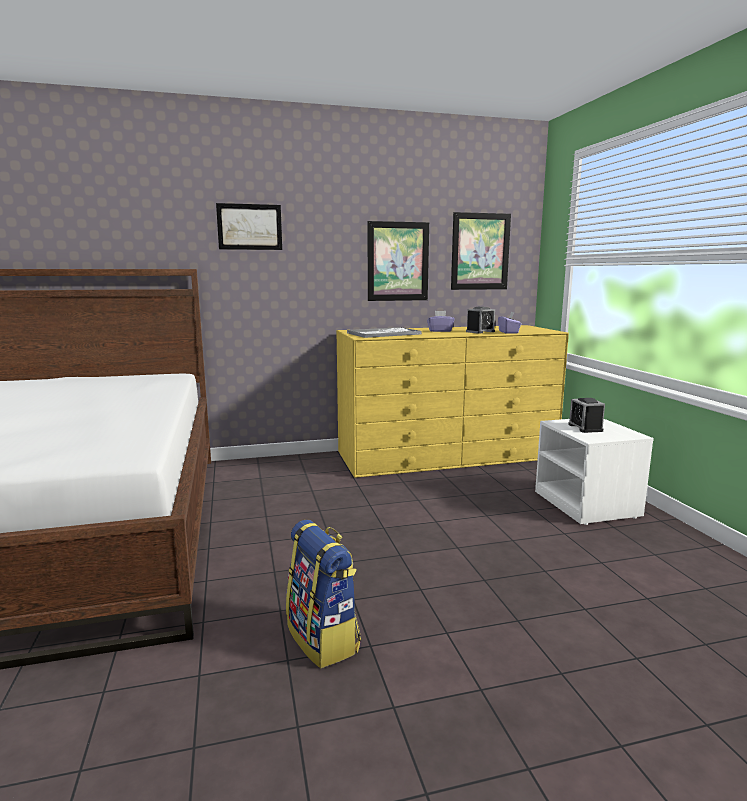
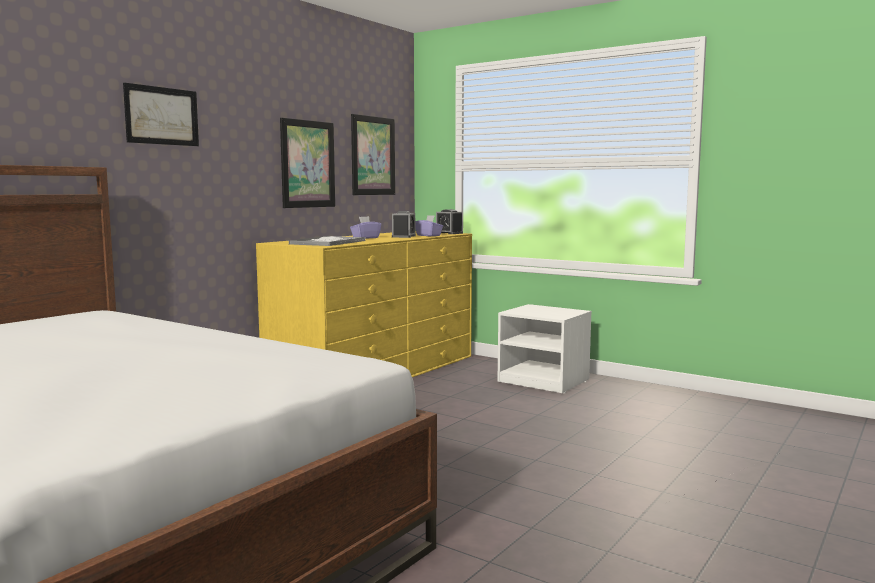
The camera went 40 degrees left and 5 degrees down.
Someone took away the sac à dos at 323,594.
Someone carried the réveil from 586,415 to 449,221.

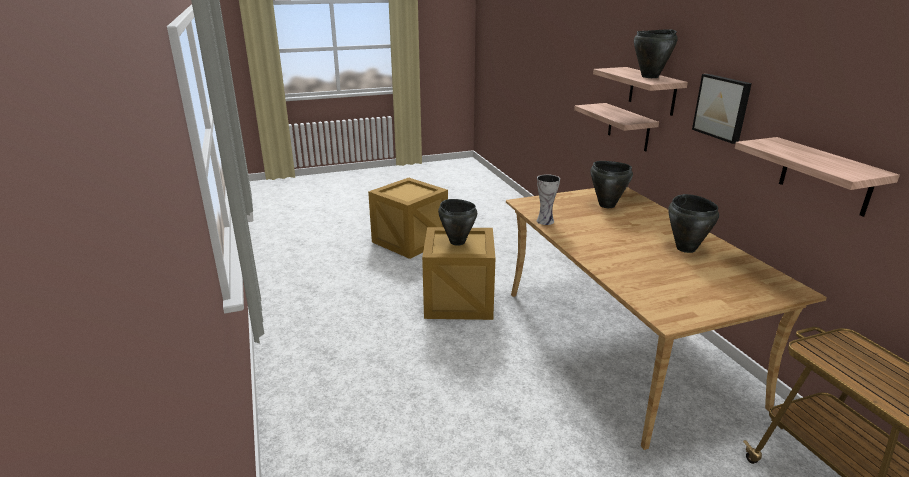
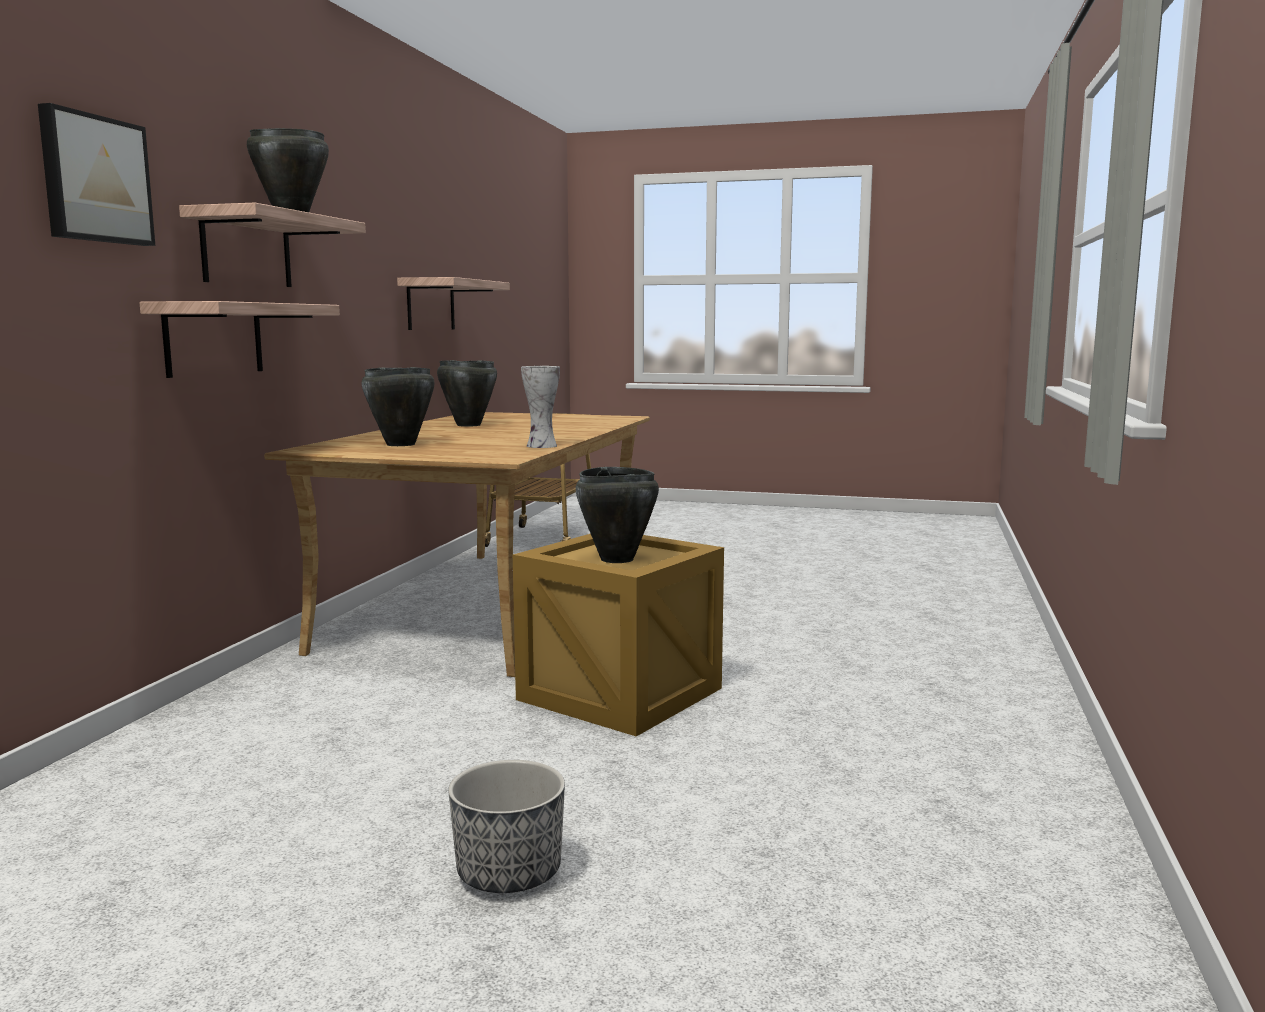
The camera went 145 degrees left and 15 degrees down.
Someone carried the tableau from 722,109 to 96,174.
Someone swapped the caisse at 408,218 for the cache-pot at 506,826.

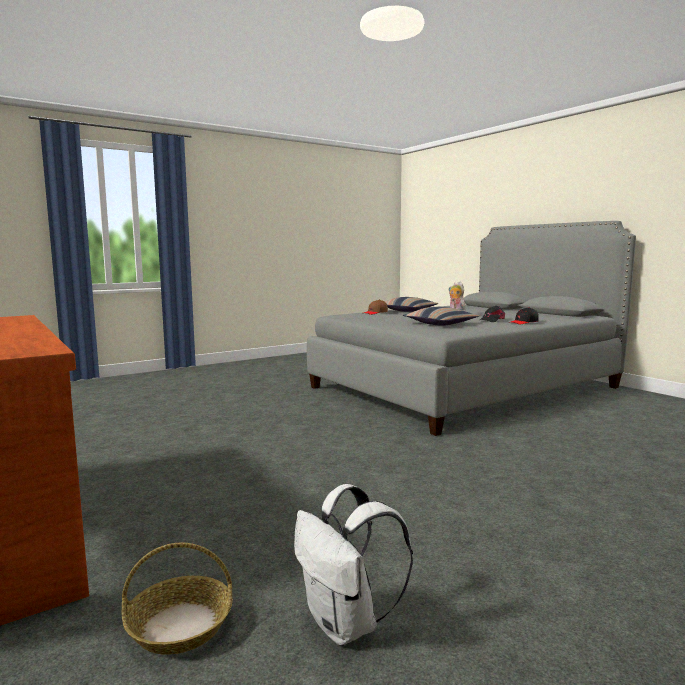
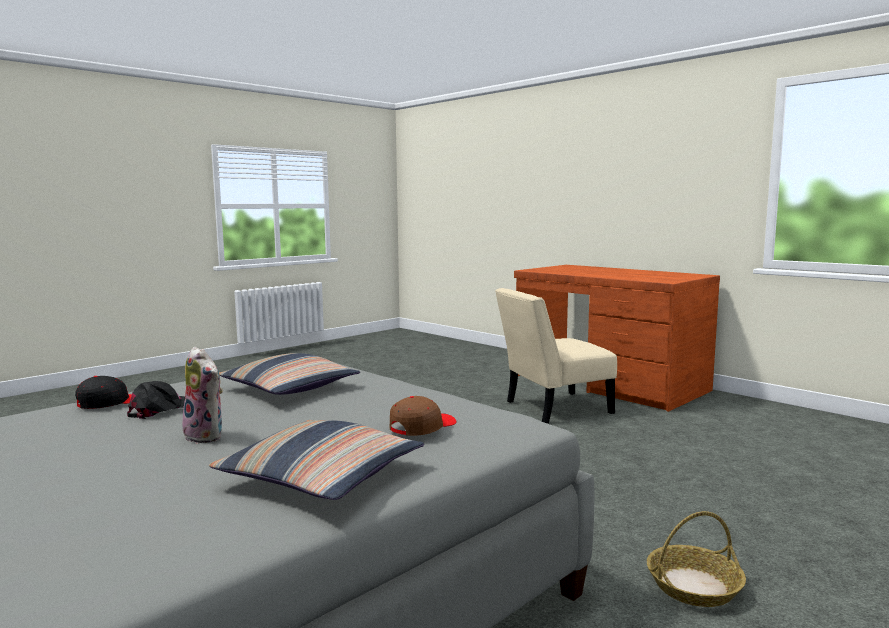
The camera went 170 degrees right and 0 degrees up.
Someone took away the sac à dos/blanc at 353,564.
Someone put down the chaise/beige at 556,355.
Someone carried the panier from 177,599 to 696,559.

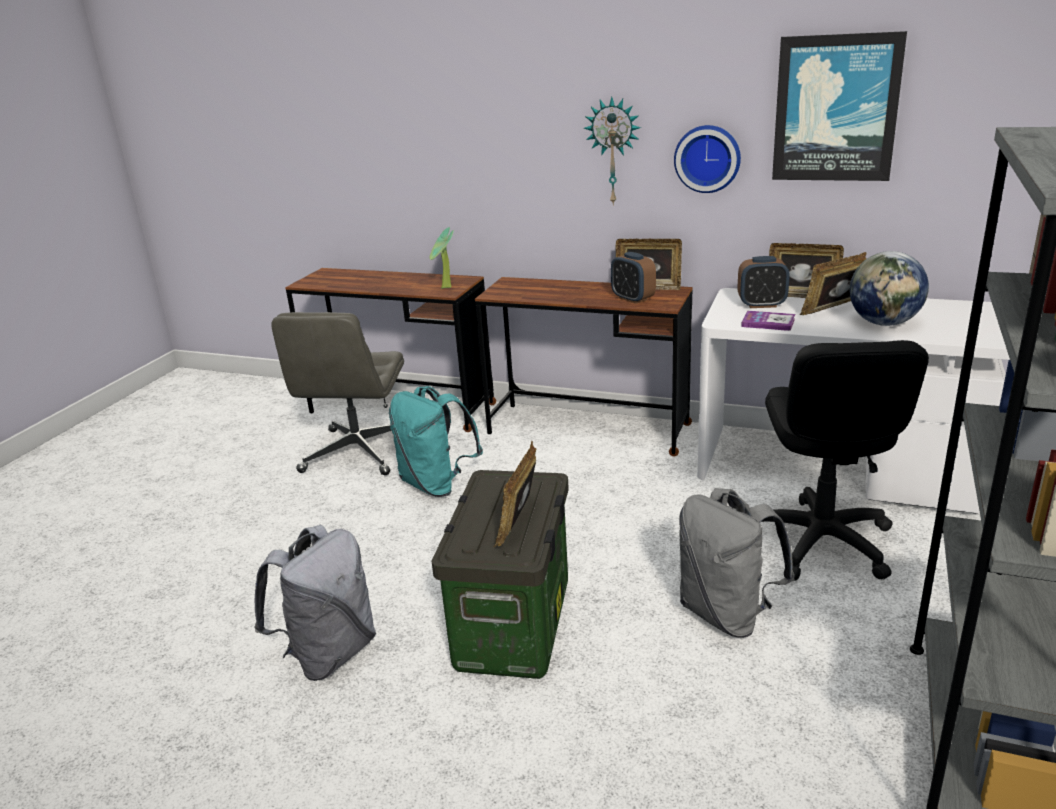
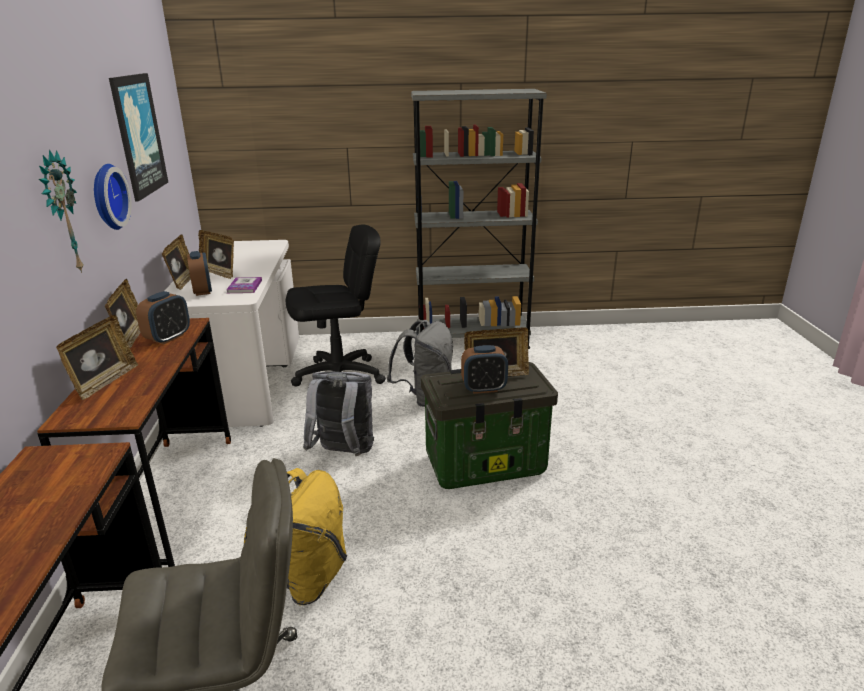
The camera went 115 degrees left and 0 degrees up.
Someone took away the plante en pot at 442,258.
Someone took away the globe at 889,288.
Someone put down the cadre photo at 97,357.
Someone put down the réveil at 484,369.
Someone carried the sac à dos/gris from 315,603 to 338,414.
Someone repainted the sac à dos/turquoise at 436,441, which became the sac à dos/jaune at 295,536.

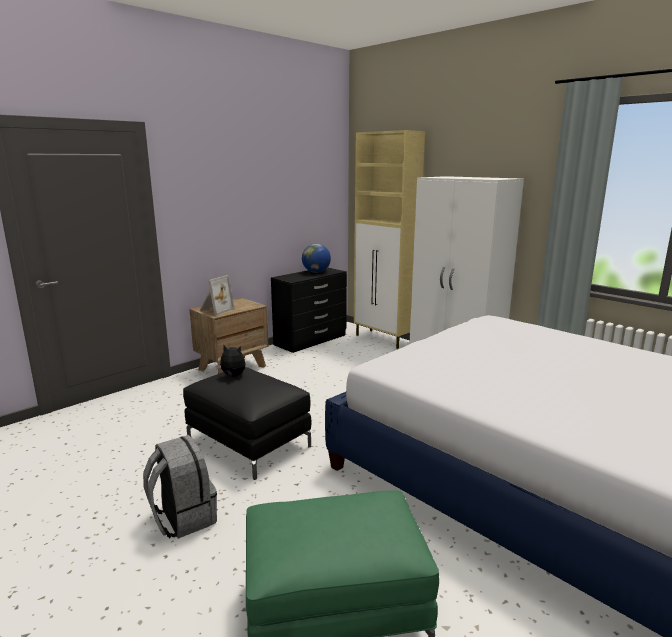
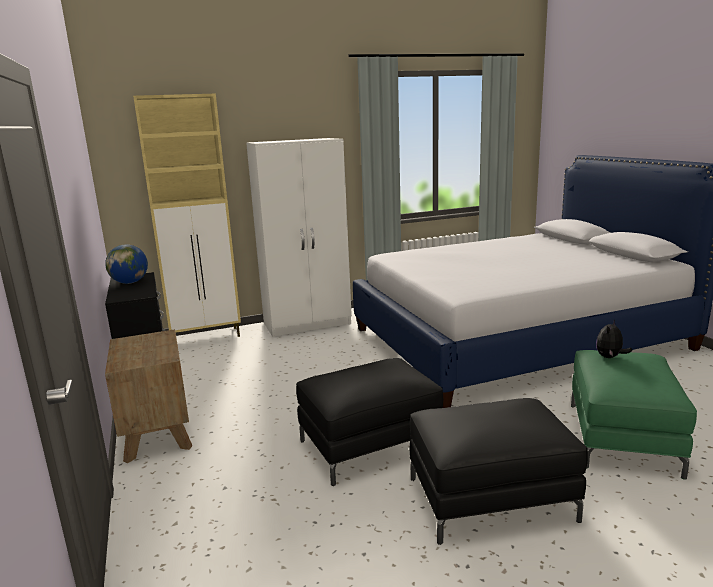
The camera went 65 degrees left and 0 degrees up.
Someone took away the cadre photo at 217,295.
Someone carried the peluche from 231,361 to 614,339.
Someone swapped the sac à dos/gris at 180,487 for the pouf/noir at 499,471.

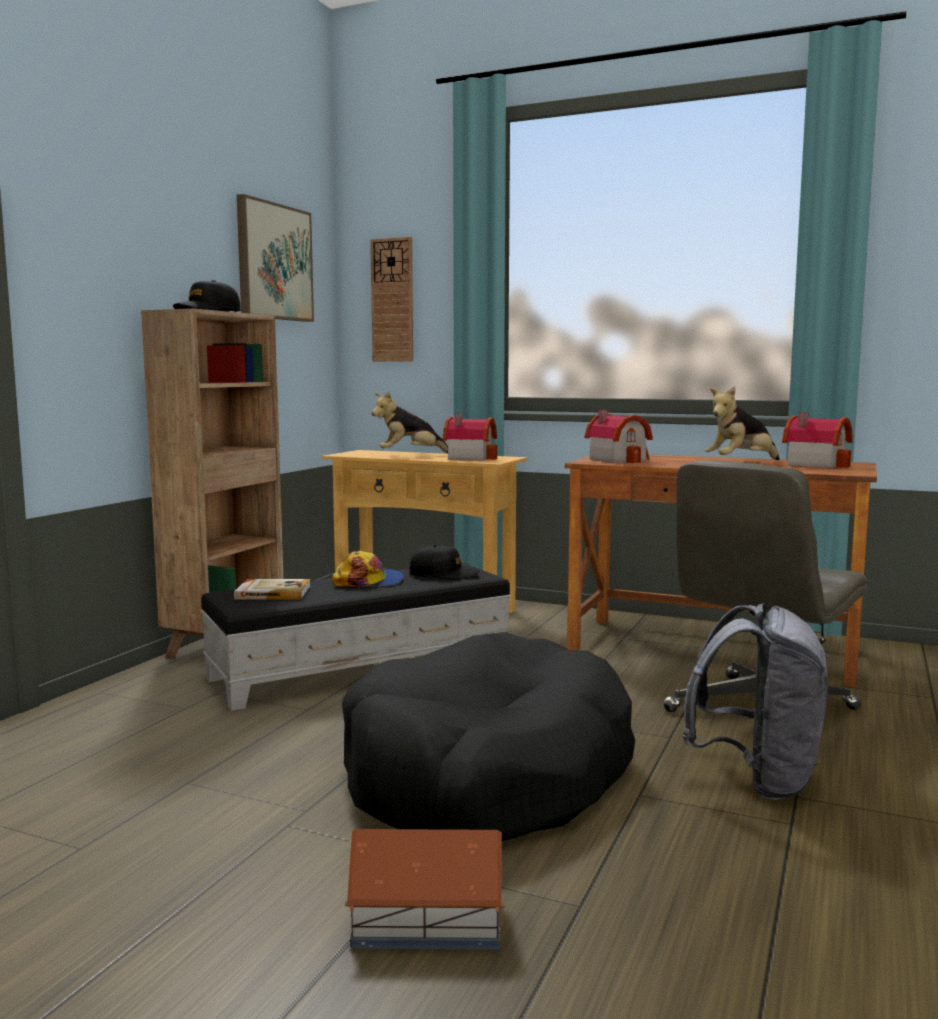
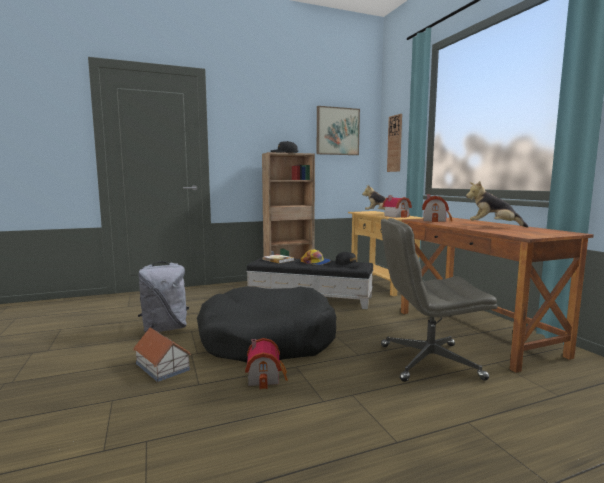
The camera went 45 degrees right and 0 degrees up.
Someone carried the sac à dos/gris from 755,701 to 163,297.
Someone carried the maison miniature from 817,440 to 266,363.

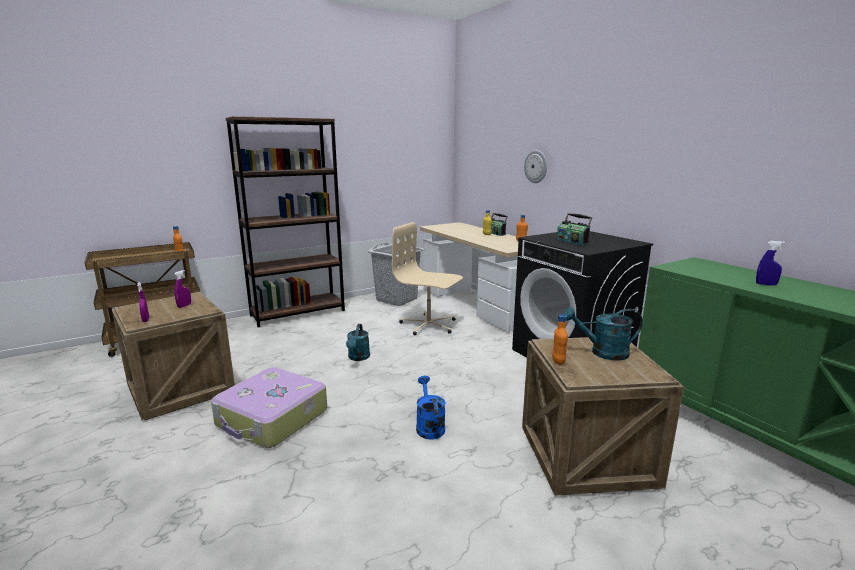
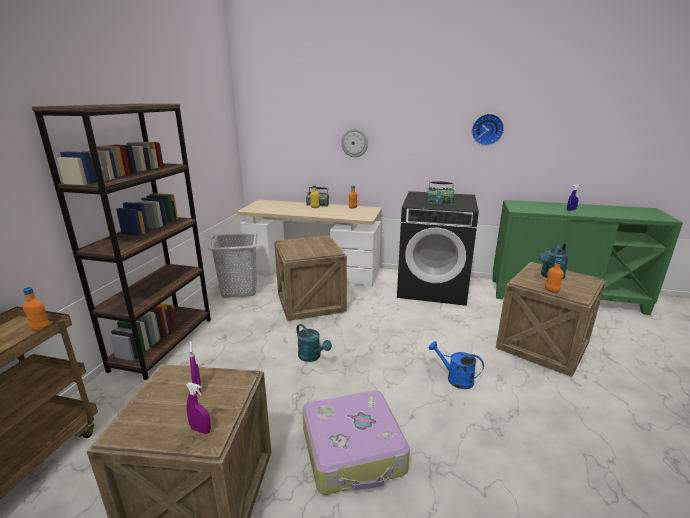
The camera went 45 degrees left and 5 degrees up.
Someone put up the horloge murale at 488,130.
Someone swapped the chaise de bureau/beige at 427,278 for the caisse at 310,278.

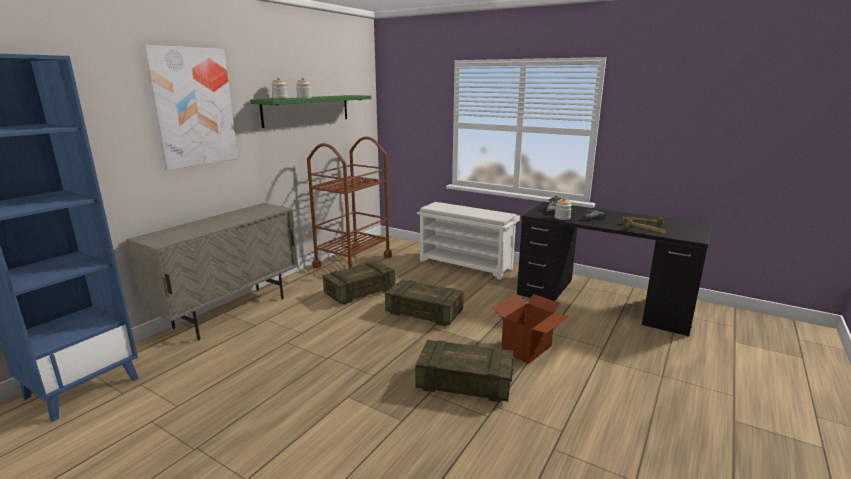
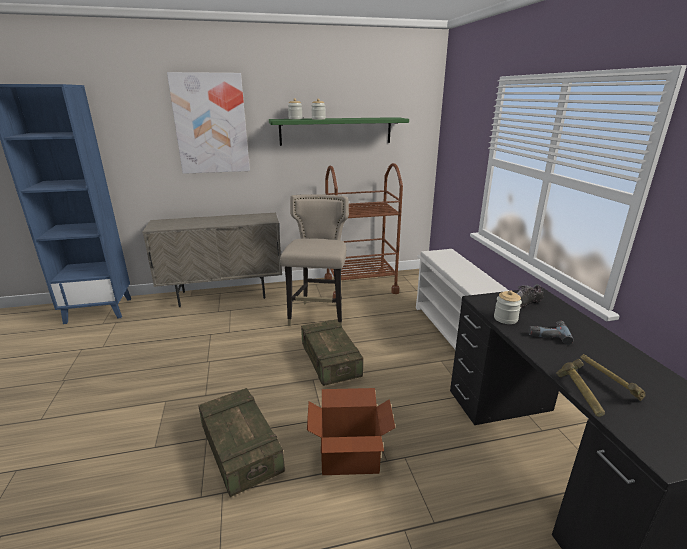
The camera went 45 degrees right and 5 degrees up.
Someone swapped the caisse at 359,283 for the tabouret/beige at 314,260.

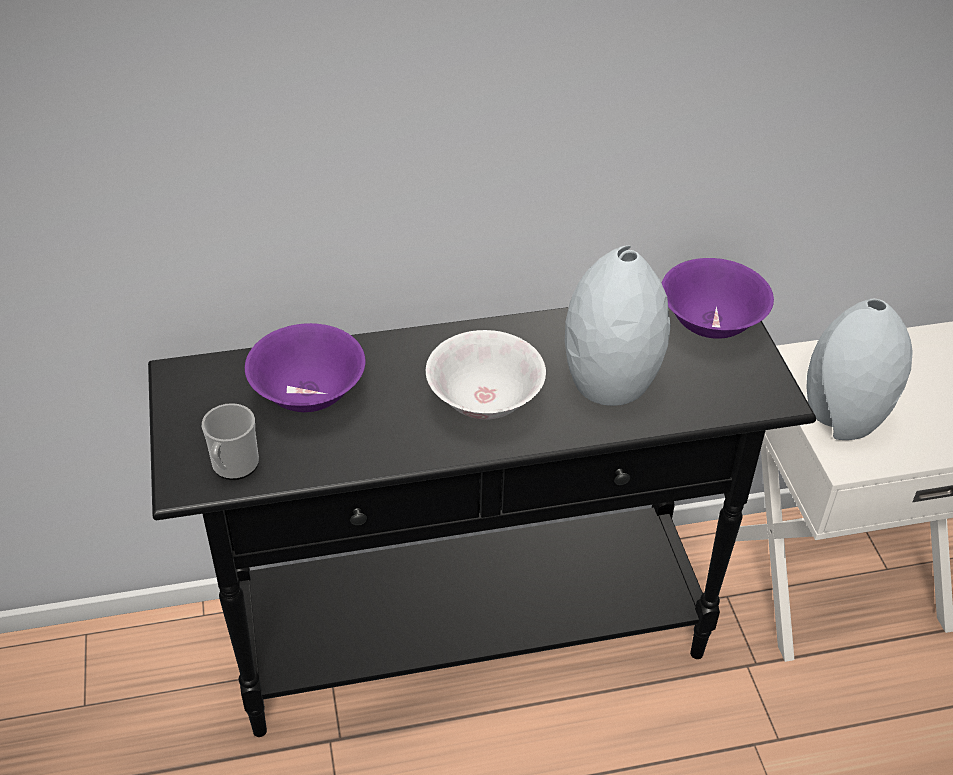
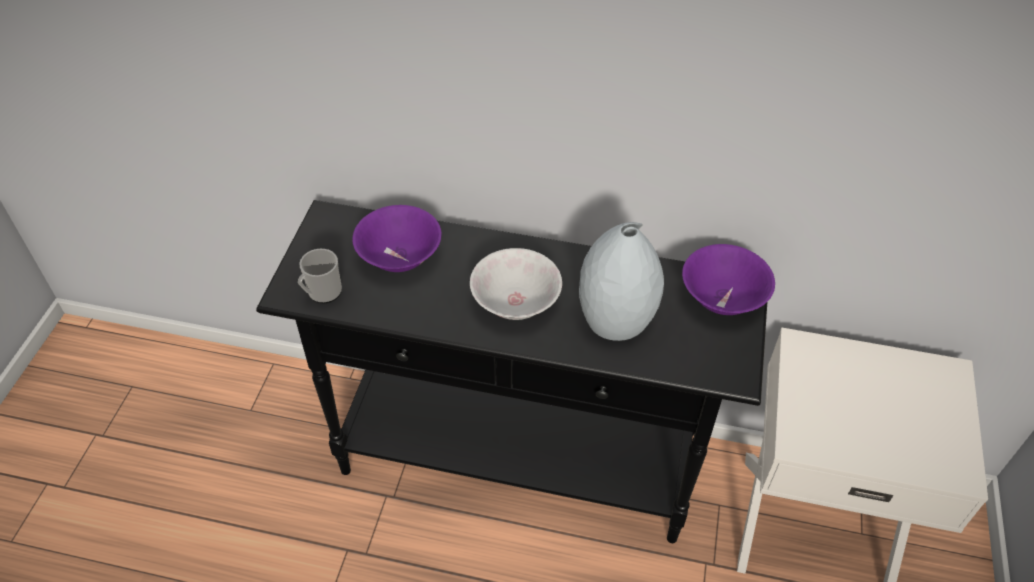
The camera went 25 degrees right and 5 degrees up.
Someone took away the vase/gris at 859,369.

